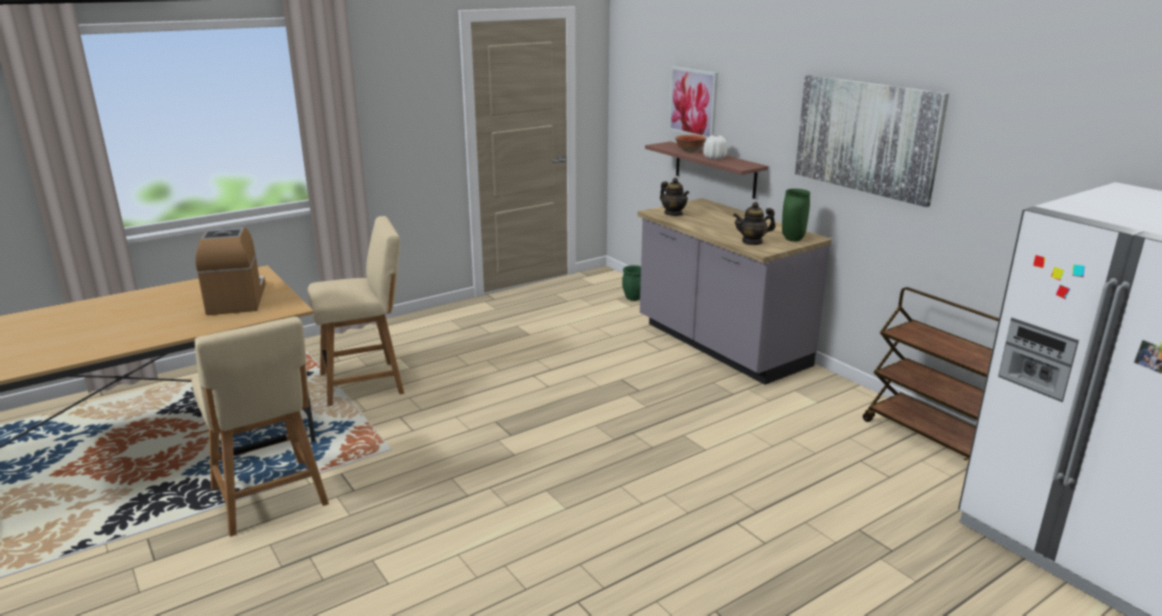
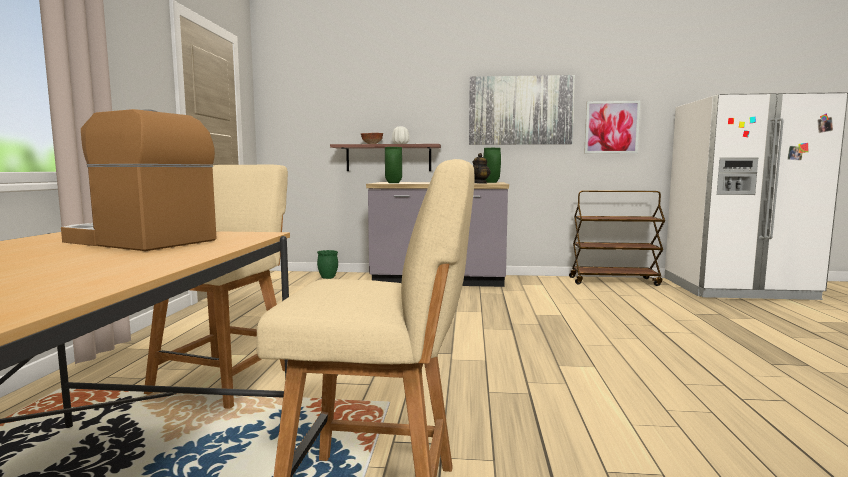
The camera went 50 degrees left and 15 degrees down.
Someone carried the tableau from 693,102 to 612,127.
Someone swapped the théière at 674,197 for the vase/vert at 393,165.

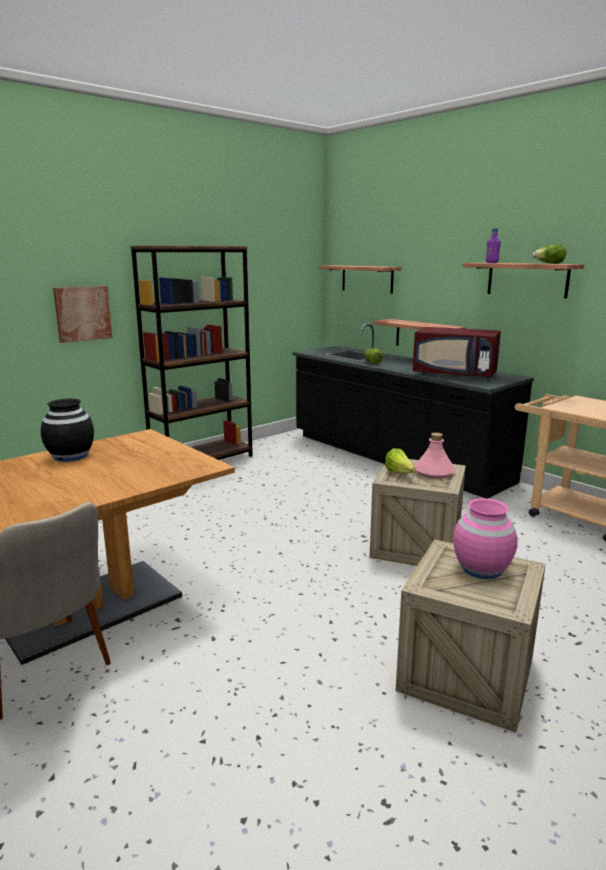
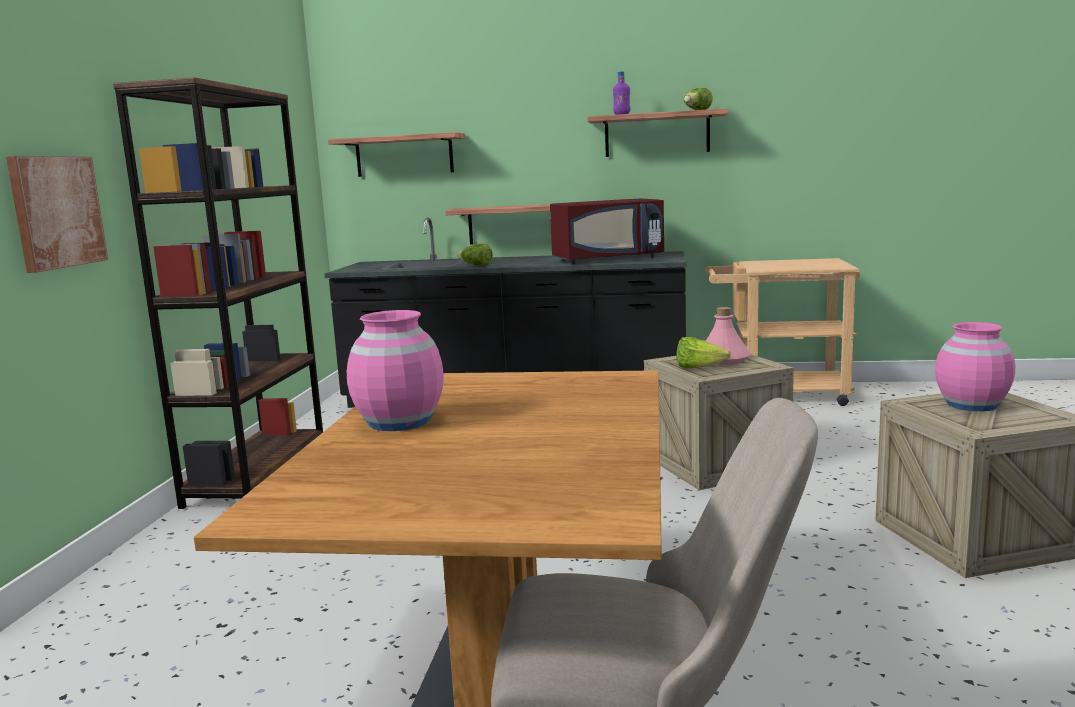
The camera went 40 degrees left and 5 degrees down.
Someone repainted the vase/noir at 67,430, which became the vase/rose at 395,370.

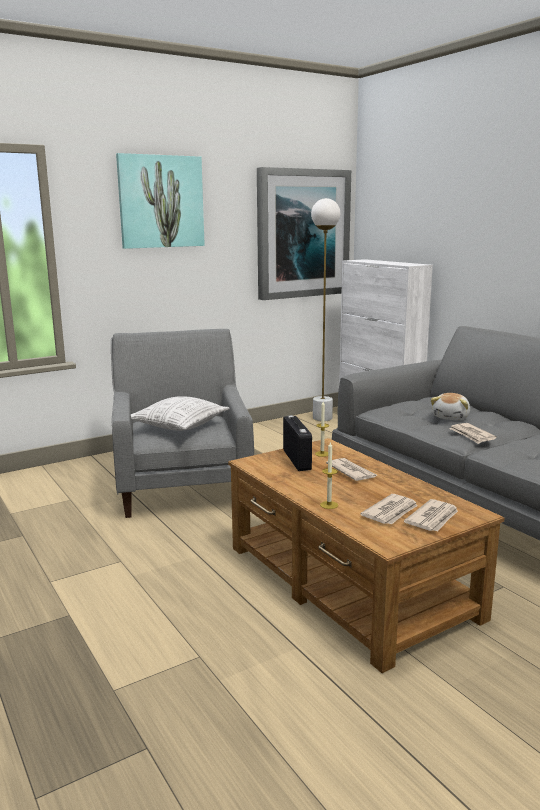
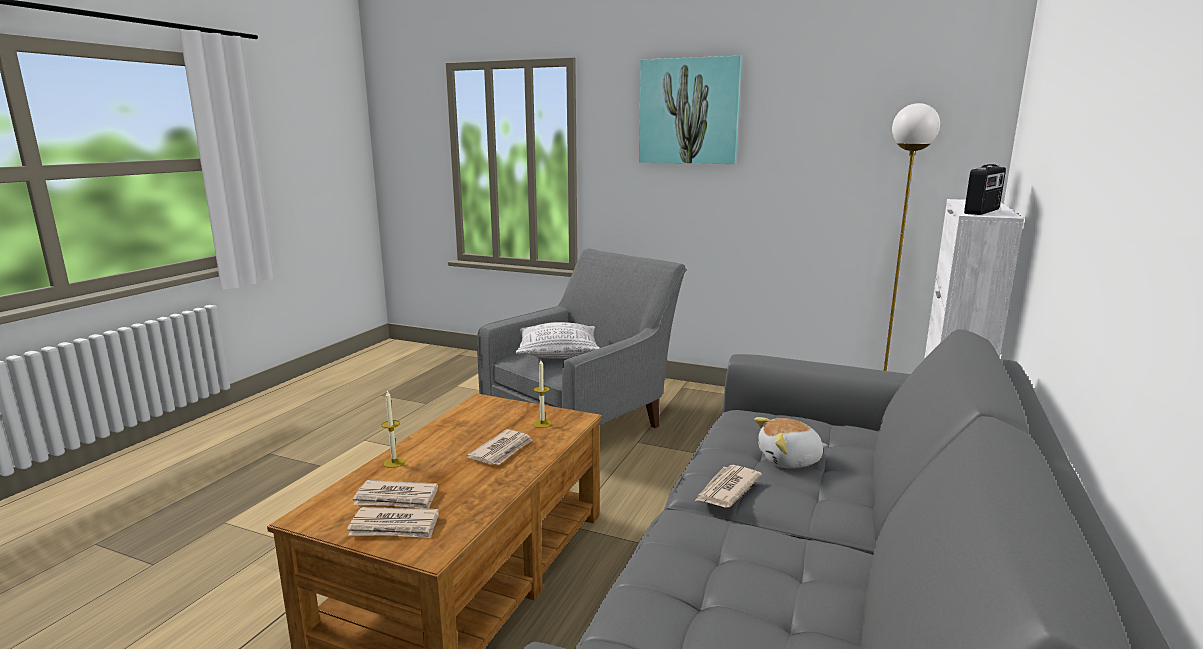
The camera went 55 degrees right and 0 degrees up.
Someone took away the tableau at 304,233.
Someone carried the radio from 297,443 to 985,189.

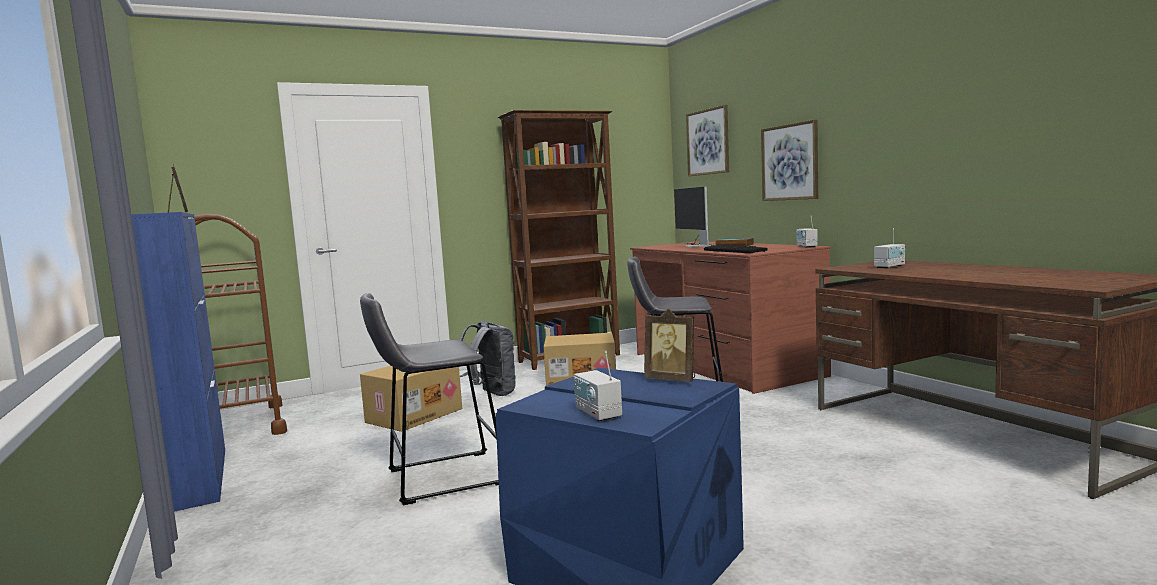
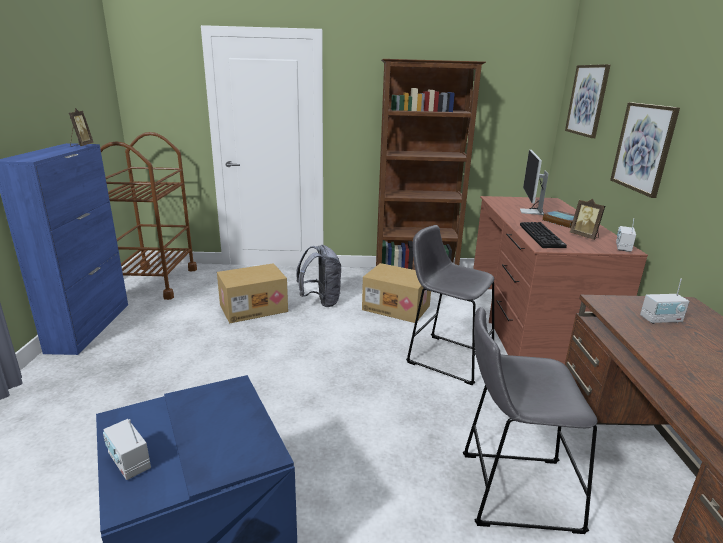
The camera went 25 degrees right and 15 degrees up.
Someone carried the tabouret/gris from 429,399 to 530,420.
Someone carried the cadre photo from 669,345 to 587,219.
Someone rotated the radio at 597,386 by 45 degrees counterclockwise.

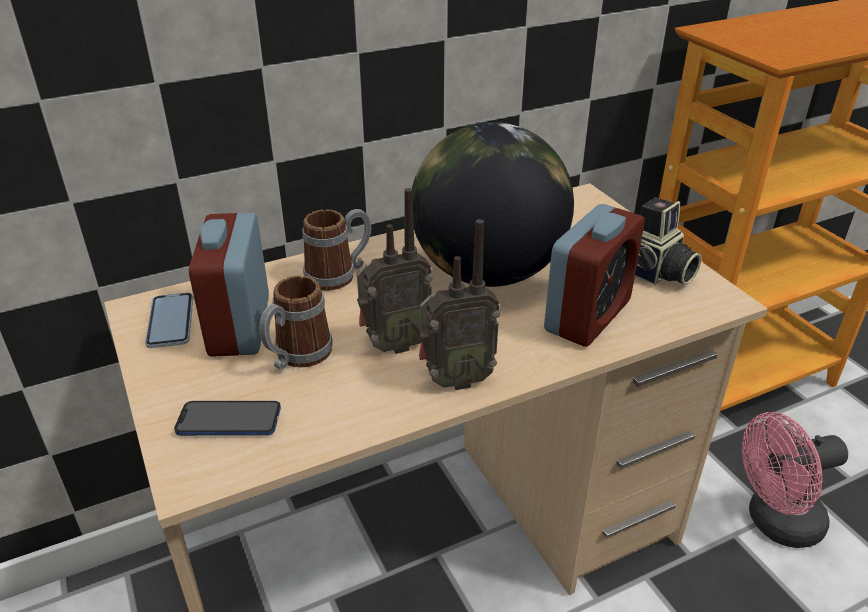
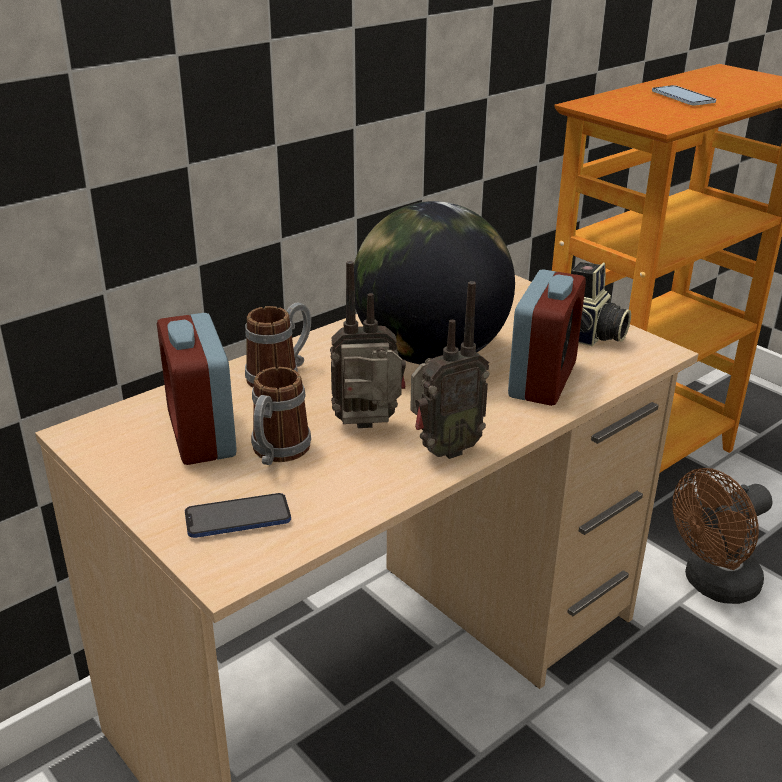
The camera went 15 degrees left and 5 degrees down.
Someone carried the téléphone from 169,320 to 684,95.
Someone repainted the ventilateur/rose at 795,480, which became the ventilateur/marron at 722,536.
Someone rotated the radio at 395,271 by 150 degrees counterclockwise.

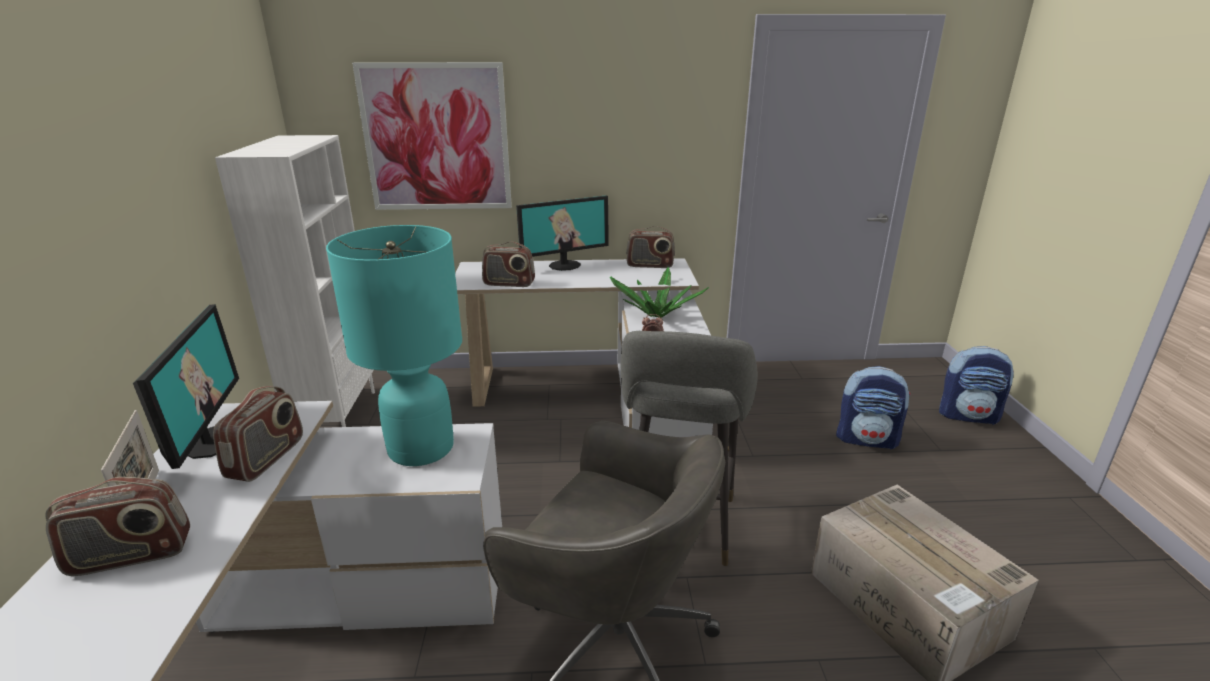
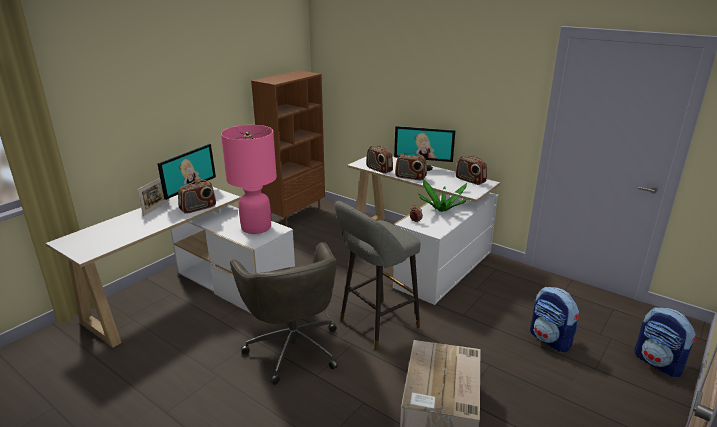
The camera went 40 degrees right and 0 degrees up.
Someone took away the tableau at 432,136.
Someone carried the radio from 117,526 to 411,166.
Someone repainted the bibliothèque/blanc at 295,281, which became the bibliothèque/marron at 288,148.
Someone repainted the lampe de table/turquoise at 394,345, which became the lampe de table/rose at 249,179.

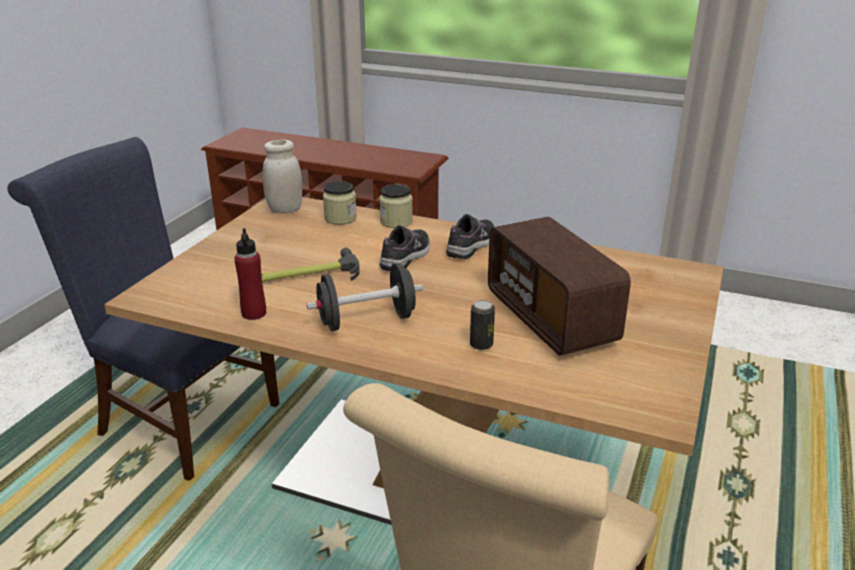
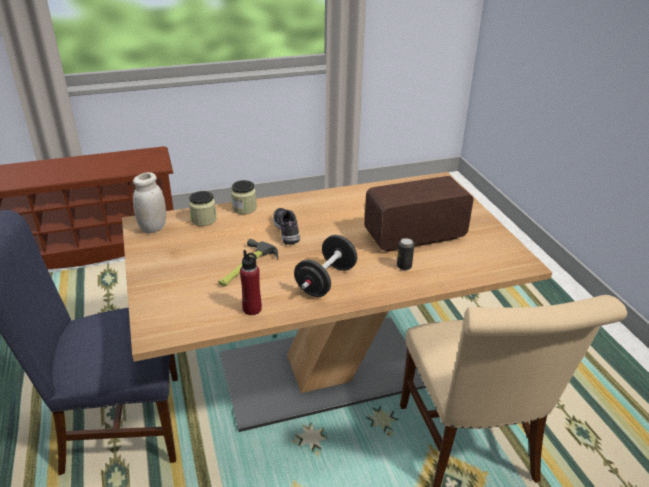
The camera went 40 degrees left and 5 degrees up.
Someone took away the chaussure at 470,236.
Someone rotated the radio at 559,286 by 135 degrees clockwise.

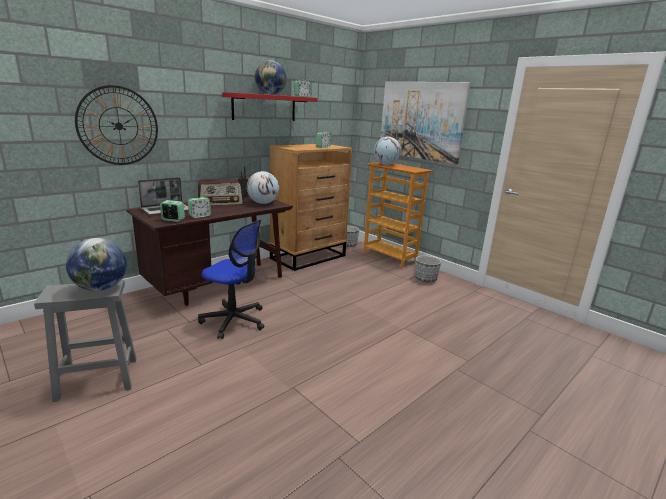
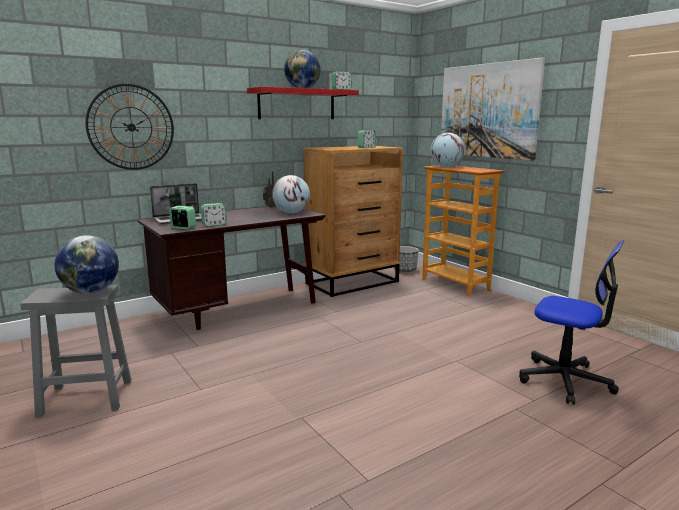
The camera went 10 degrees right and 5 degrees down.
Someone took away the radio at 220,192.
Someone took away the cache-pot at 428,268.
Someone carried the chaise de bureau from 231,279 to 571,322.

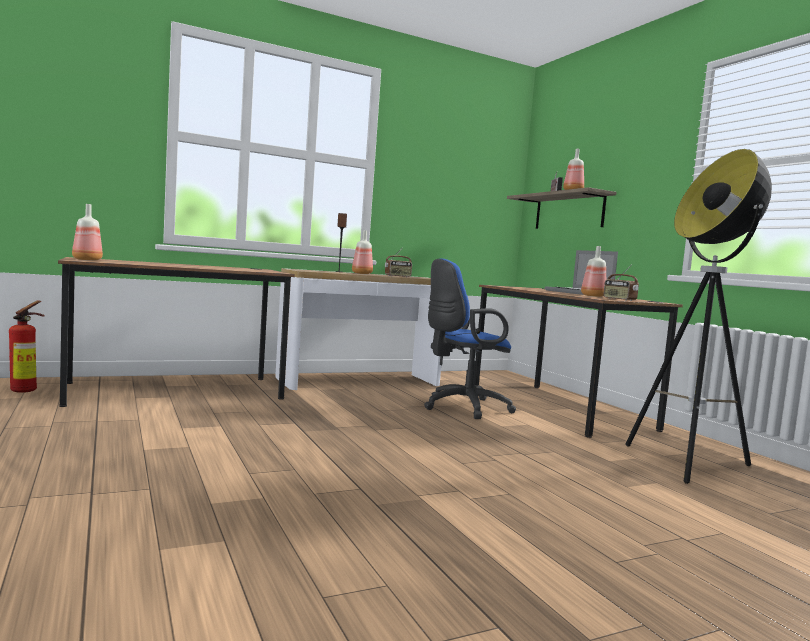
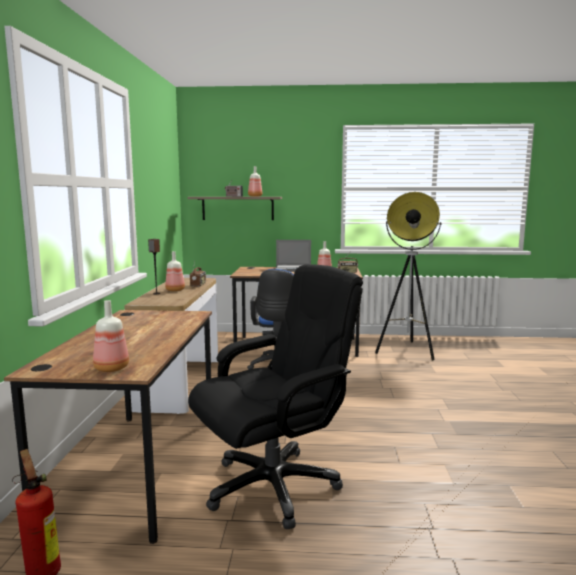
The camera went 60 degrees left and 5 degrees up.
Someone put down the chaise de bureau/noir at 275,397.

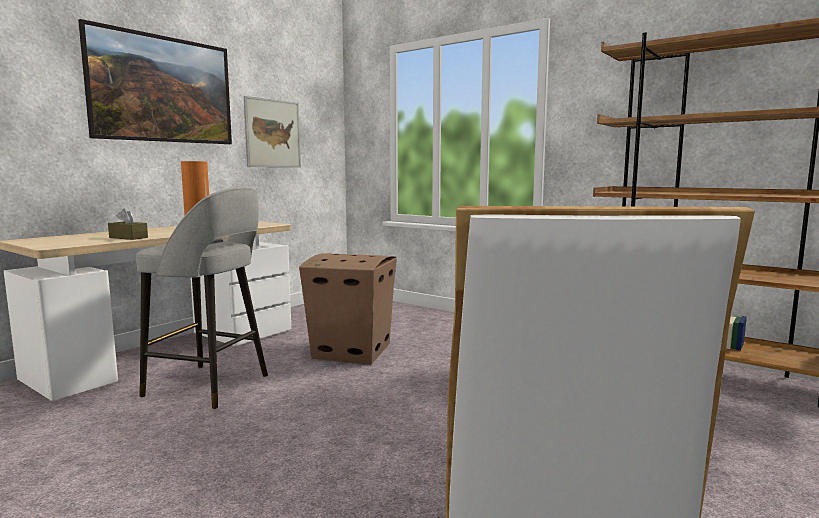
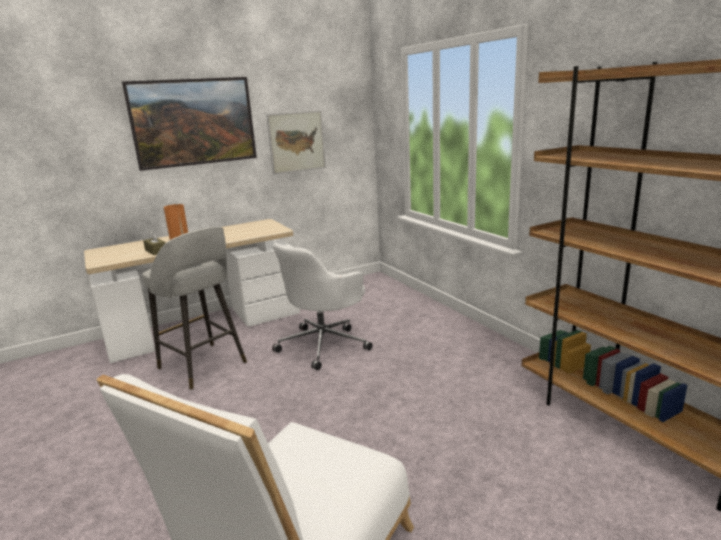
The camera went 25 degrees right and 10 degrees up.
Someone swapped the carton at 348,309 for the chaise de bureau/blanc at 322,306.

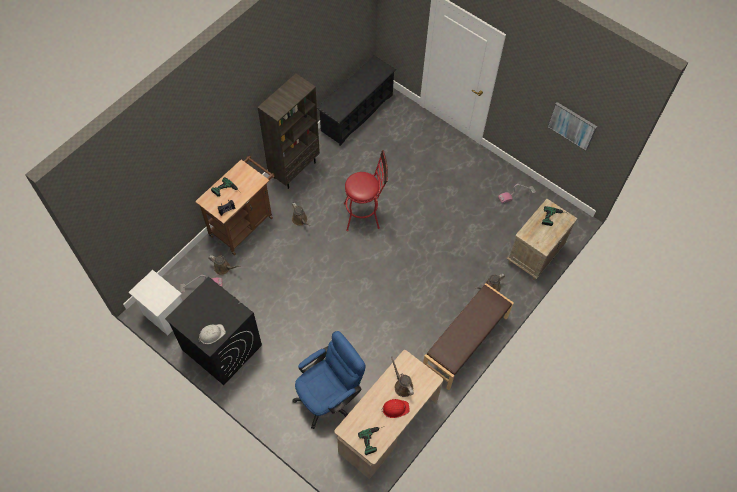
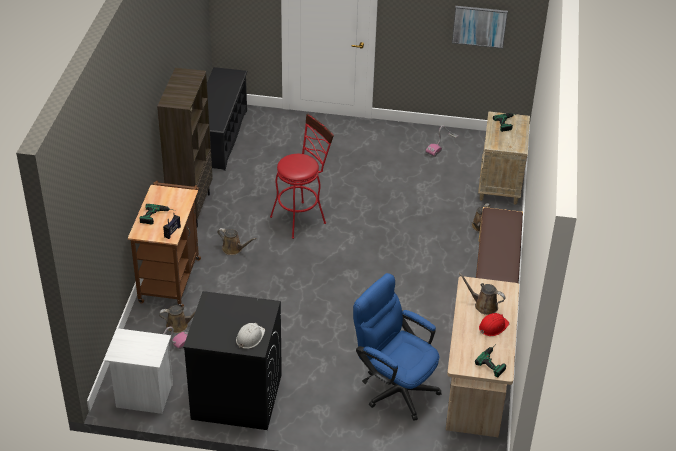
The camera went 30 degrees left and 20 degrees down.
Someone rotated the chaise de bureau/bleu at 329,380 by 75 degrees counterclockwise.

